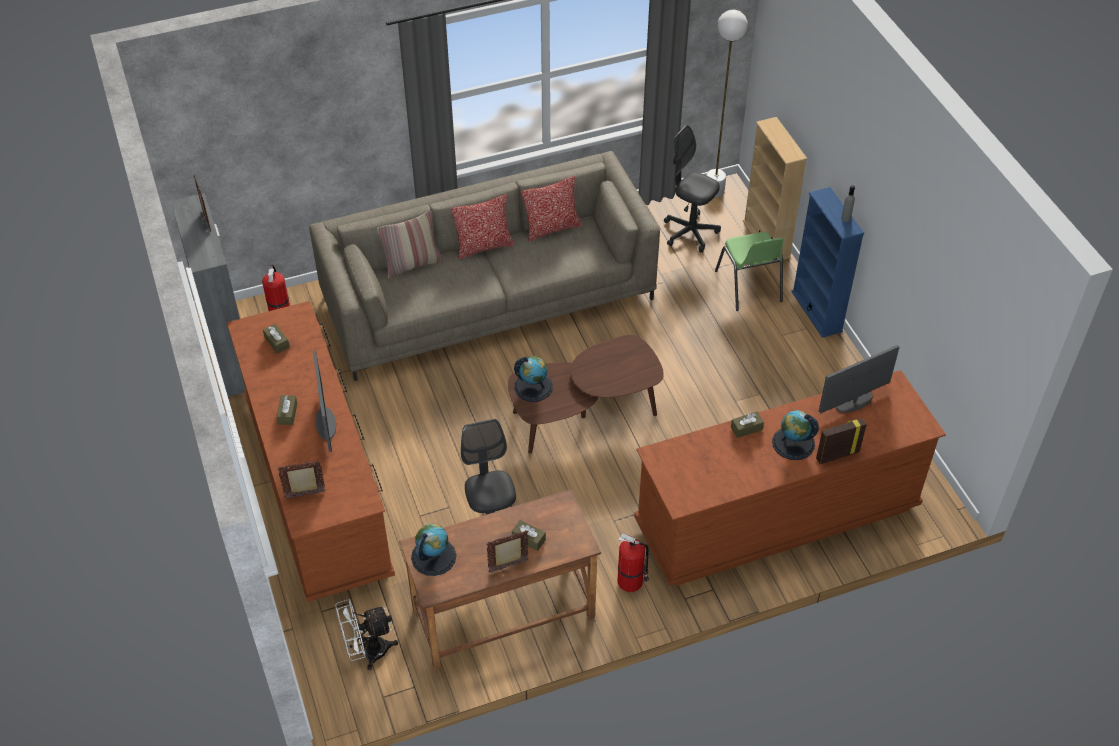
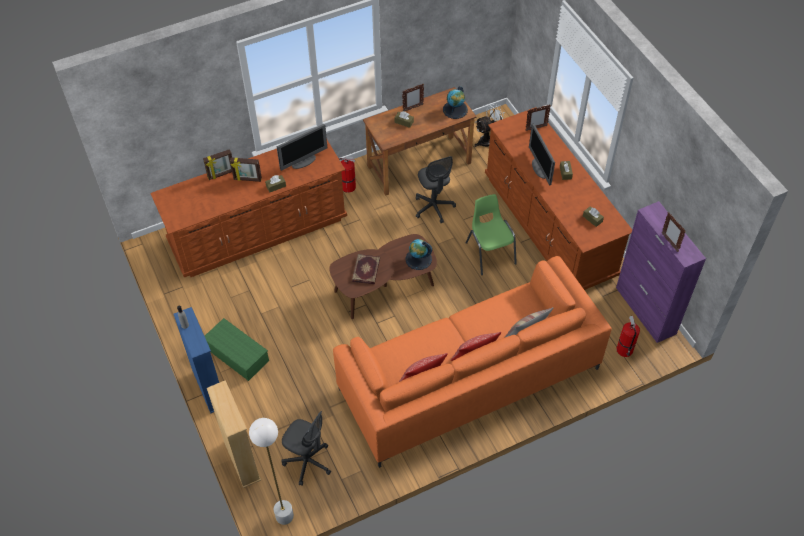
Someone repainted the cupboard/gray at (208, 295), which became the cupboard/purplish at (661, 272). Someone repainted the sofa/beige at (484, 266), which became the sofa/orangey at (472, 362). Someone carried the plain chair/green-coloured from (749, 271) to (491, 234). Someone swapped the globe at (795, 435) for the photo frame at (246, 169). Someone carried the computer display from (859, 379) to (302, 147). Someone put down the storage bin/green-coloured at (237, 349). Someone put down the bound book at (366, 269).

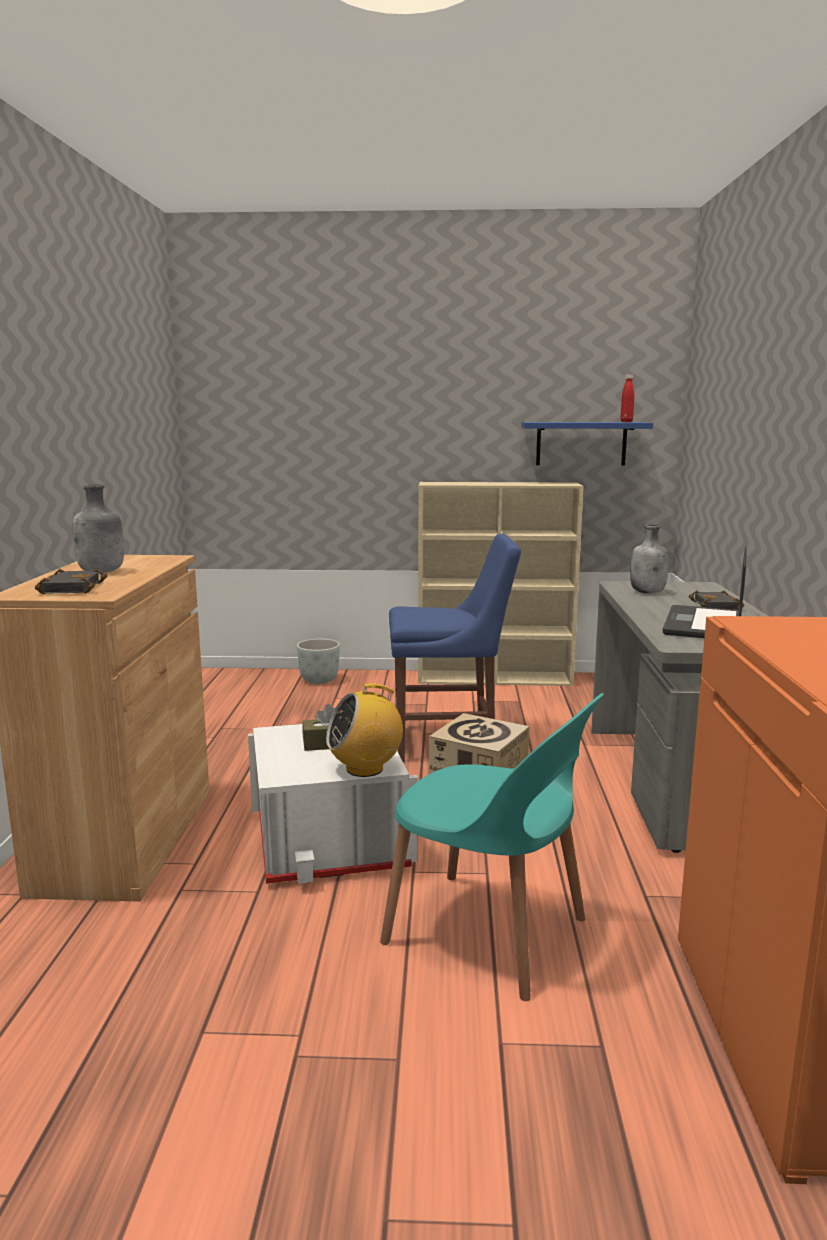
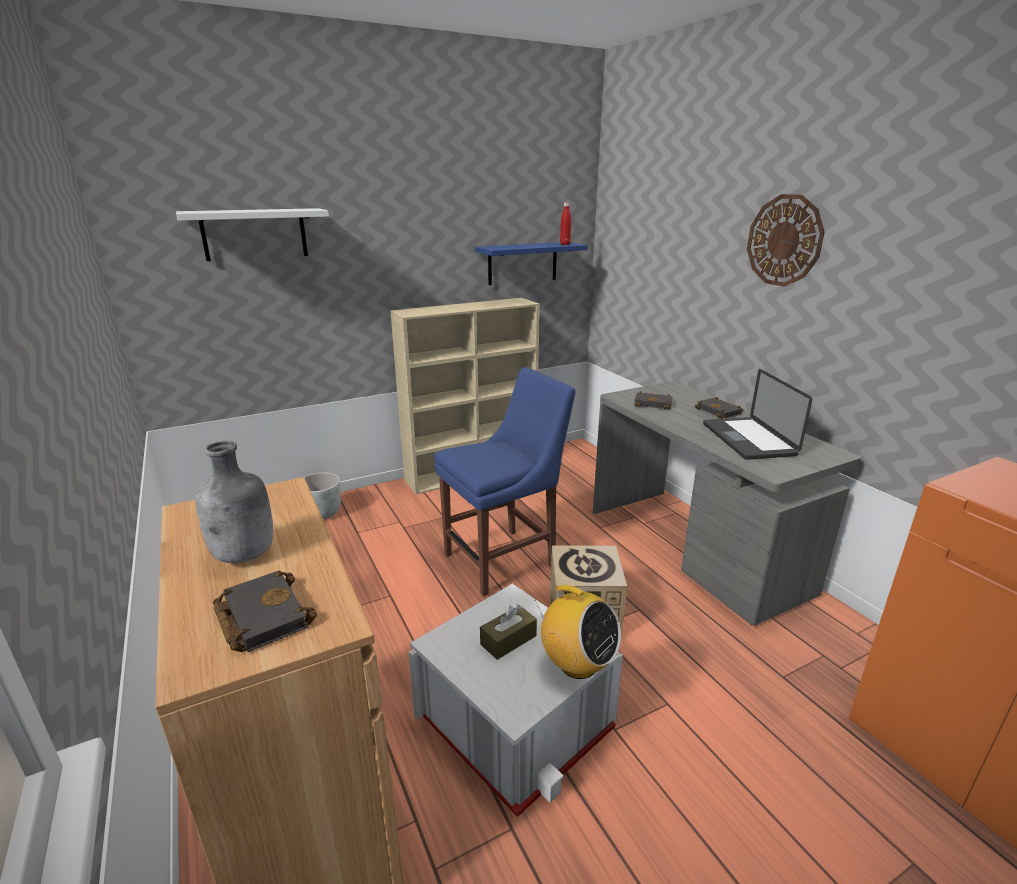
Someone rotated the radio receiver at (364, 730) by 90 degrees counterclockwise. Someone took away the plain chair/blue-green at (492, 847). Someone swapped the drink bottle/gray at (649, 559) for the bound book/blackish at (653, 400). Someone put up the shelf/white at (252, 234). Someone put up the hanging clock at (786, 240).

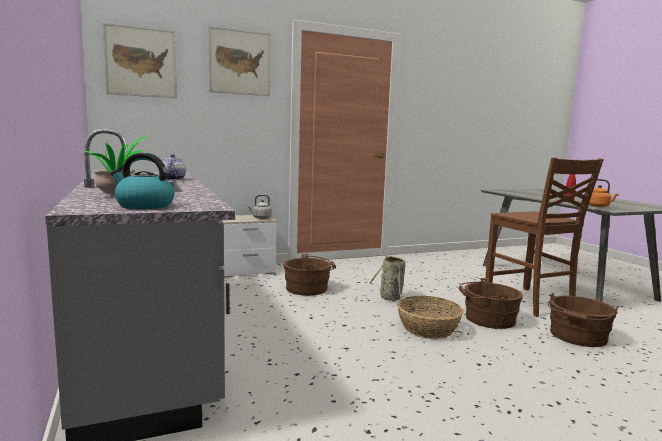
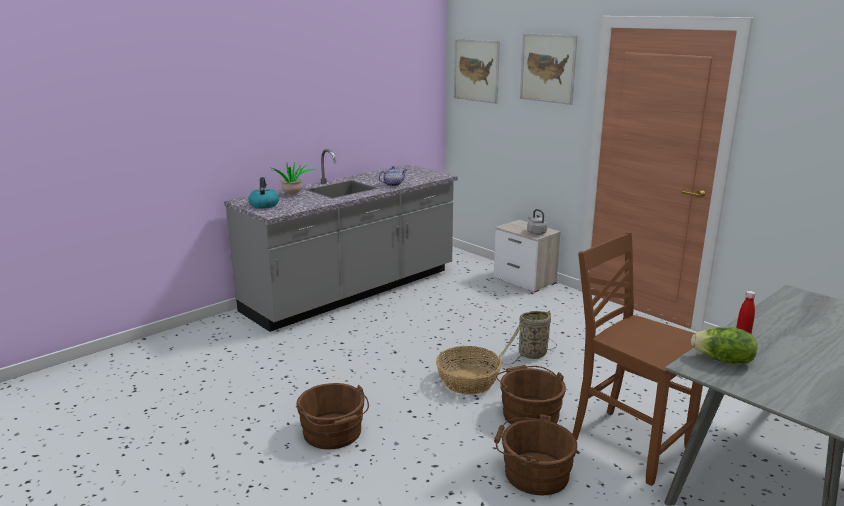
Someone carried the pail/brown from (310, 275) to (332, 416). Someone rotated the plain chair/brown at (544, 237) by 90 degrees clockwise. Someone swapped the water kettle/orangey at (604, 193) for the lettuce head at (724, 345).

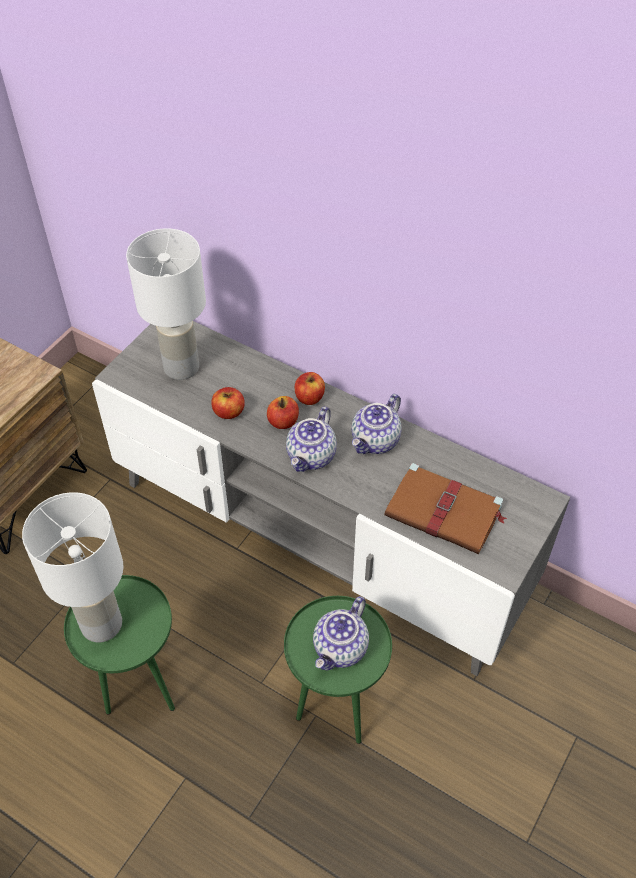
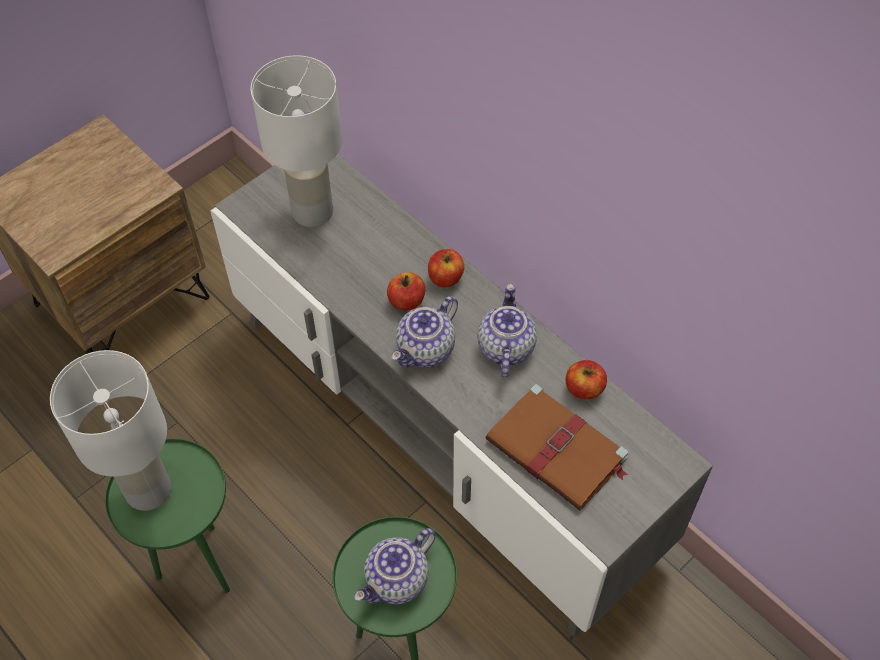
Someone carried the whole apple from (228, 403) to (586, 379). Someone rotated the tea pot at (376, 424) by 135 degrees clockwise.

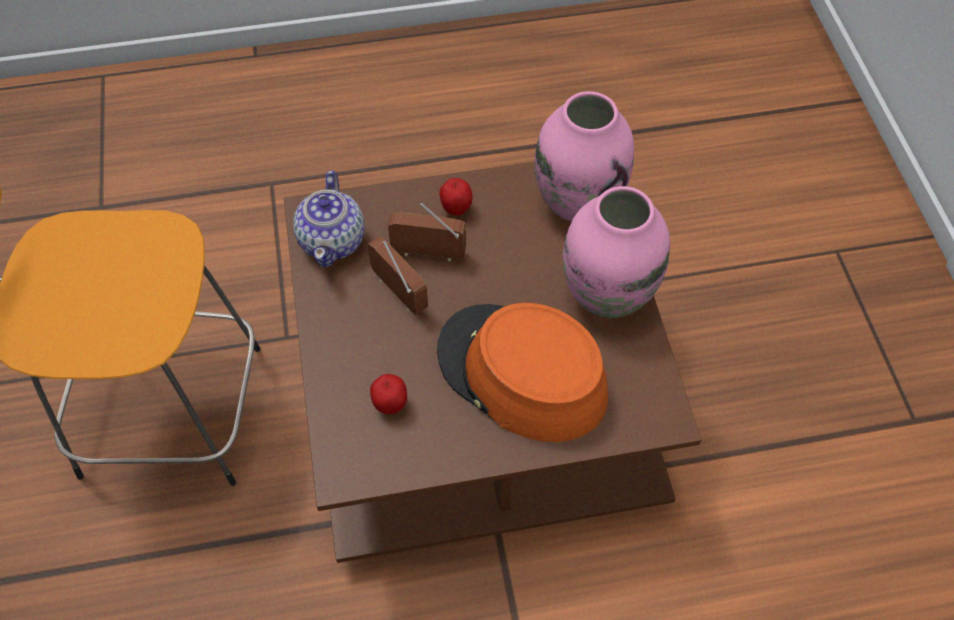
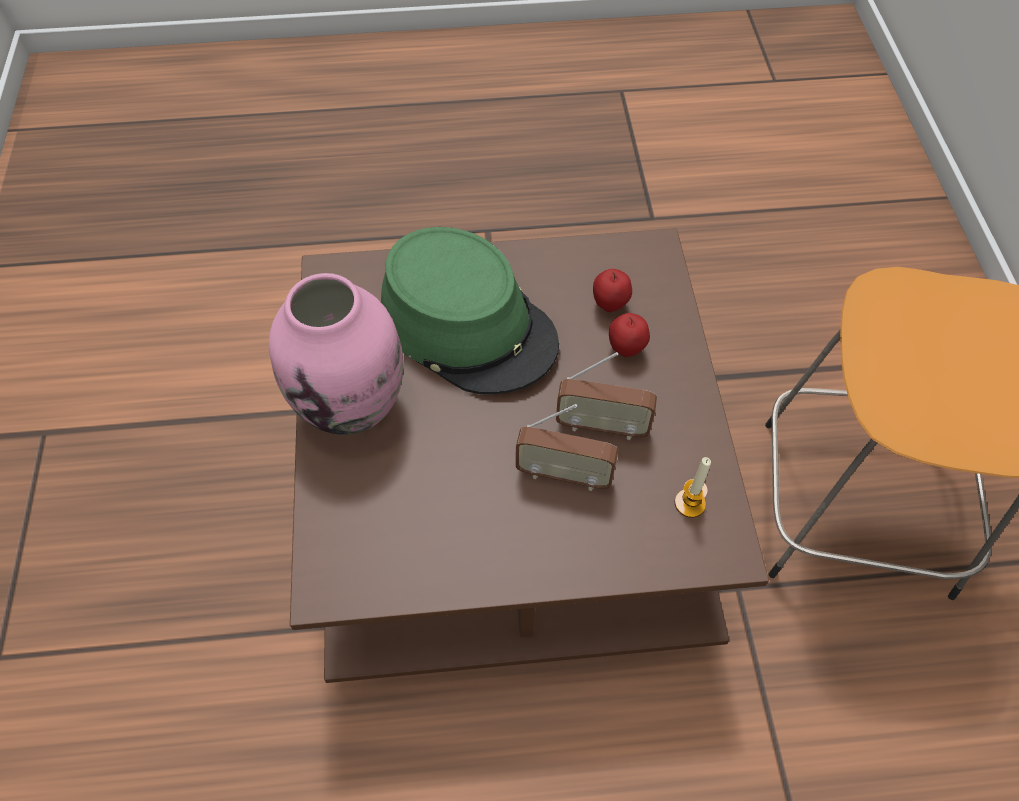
Someone swapped the tea pot at (329, 219) for the wax candle at (693, 487). Someone rotated the radio receiver at (397, 275) by 45 degrees counterclockwise. Someone repainted the wearable hat/orangey at (522, 372), which became the wearable hat/green-coloured at (470, 310). Someone carried the whole apple from (455, 197) to (629, 335). Someone took away the decorative vase/pink at (584, 156).

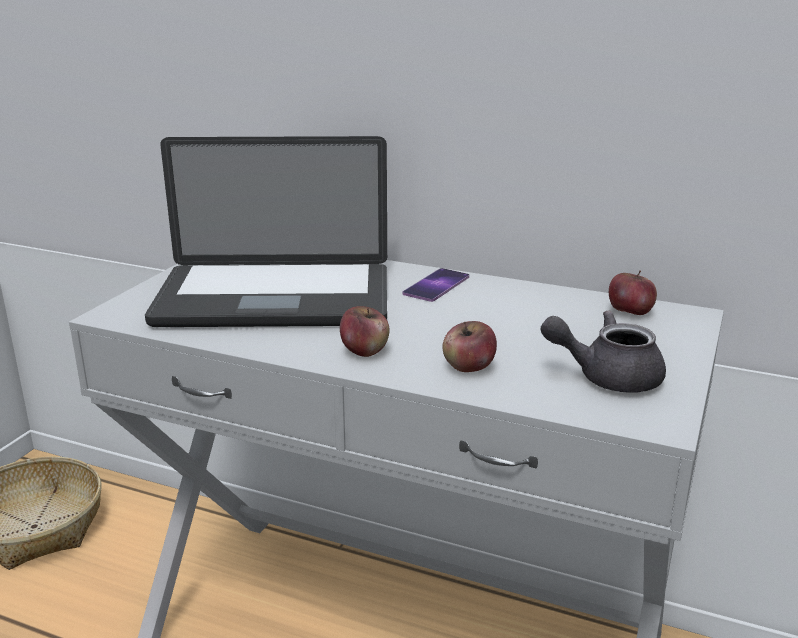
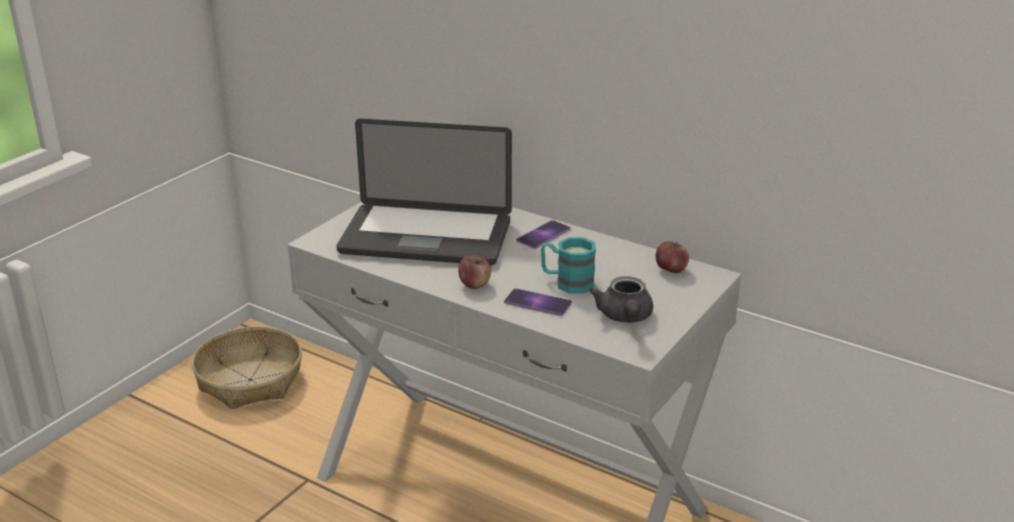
Someone swapped the whole apple at (470, 346) for the phone at (538, 302). Someone rotated the tea pot/gray at (603, 351) by 105 degrees counterclockwise. Someone put down the tea mug/blue-green at (568, 265).

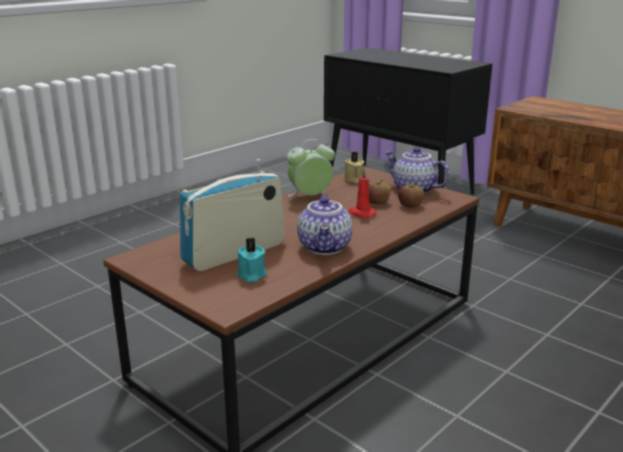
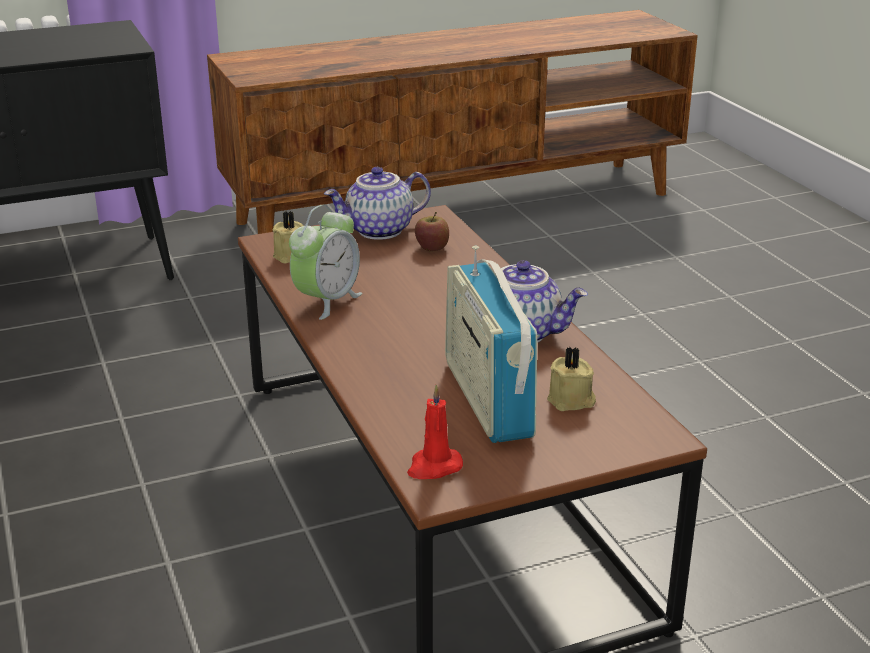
Someone repainted the wax candle/blue-green at (252, 260), which became the wax candle/beige at (571, 378). Someone rotated the table clock at (311, 168) by 150 degrees counterclockwise. Someone carried the wax candle/reddish from (362, 193) to (435, 432). Someone took away the whole apple at (380, 192).

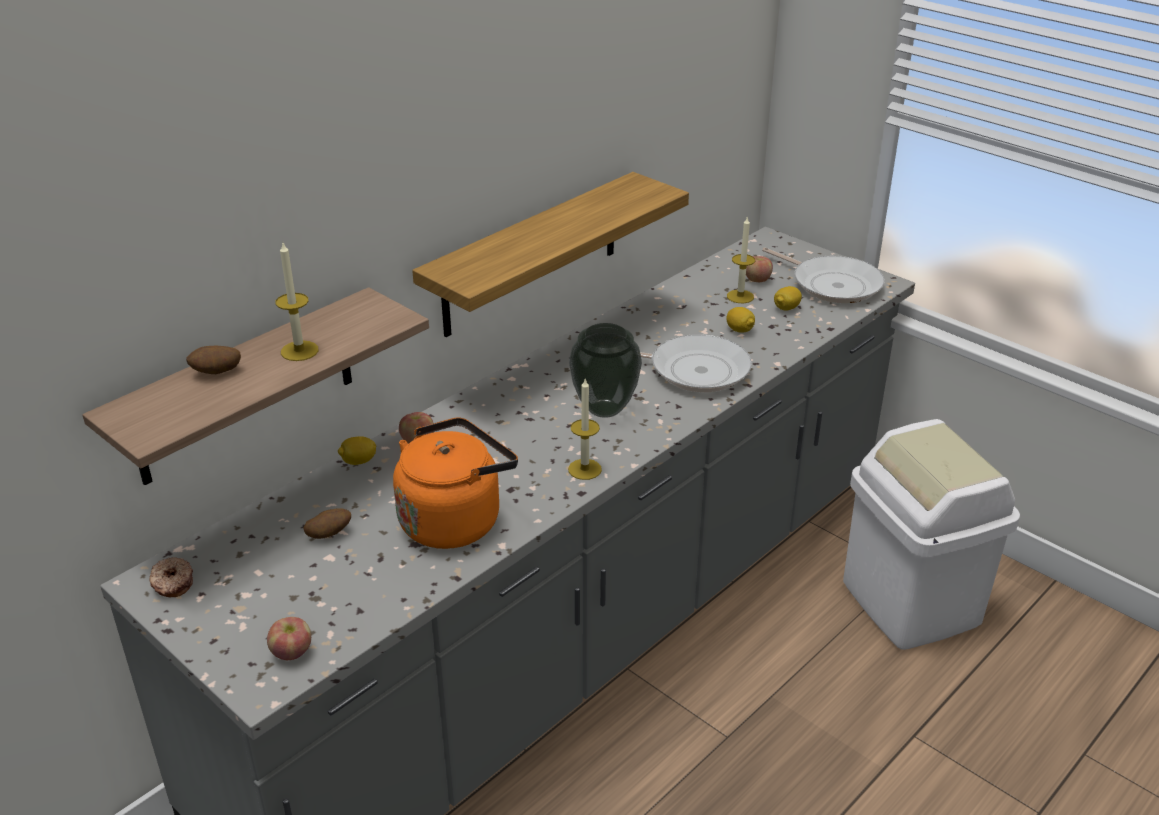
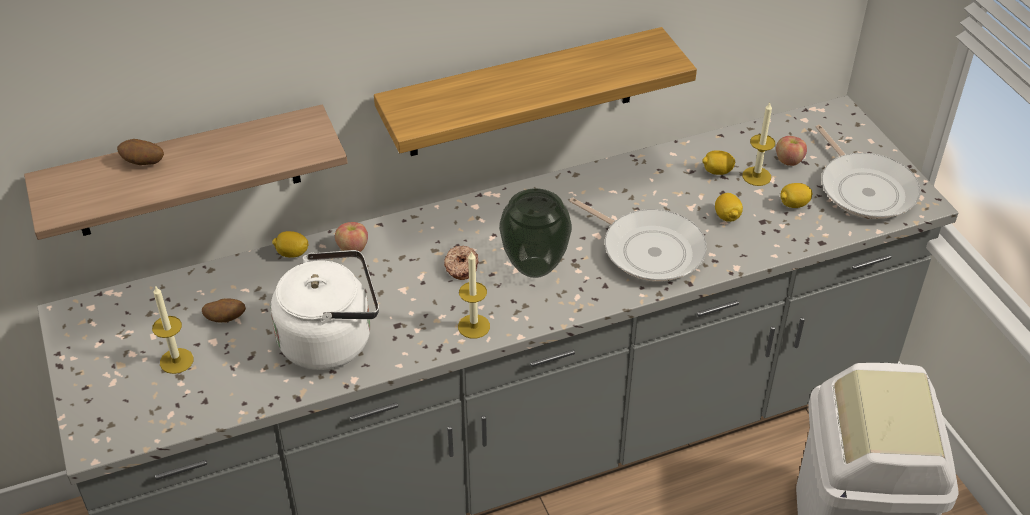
Someone carried the ring doughnut from (171, 577) to (461, 263). Someone took away the whole apple at (289, 638). Someone carried the wax candle from (297, 302) to (172, 329). Someone repainted the water kettle/orangey at (455, 483), which became the water kettle/white at (325, 310). Someone put down the citrus fruit at (719, 162).

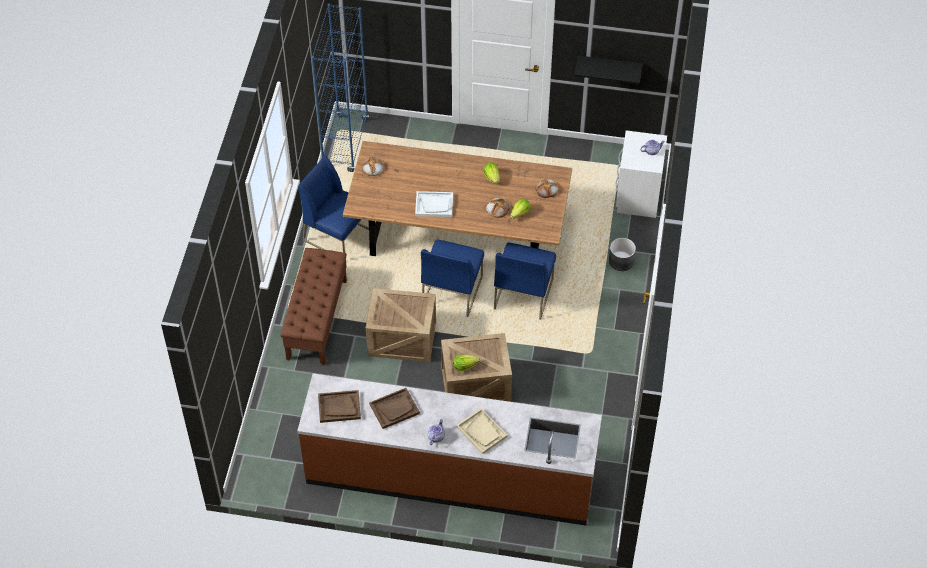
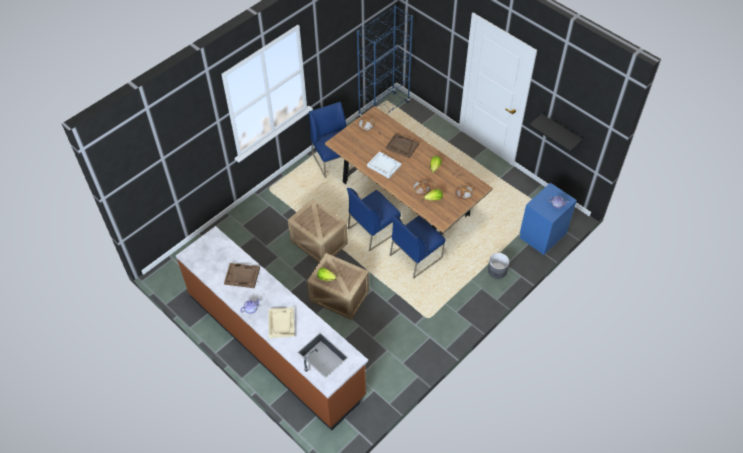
Someone took away the indoor bench/brown at (314, 306). Someone carried the tray/brown from (339, 406) to (402, 145). Someone repainted the night table/white at (641, 174), which became the night table/blue at (548, 219).

